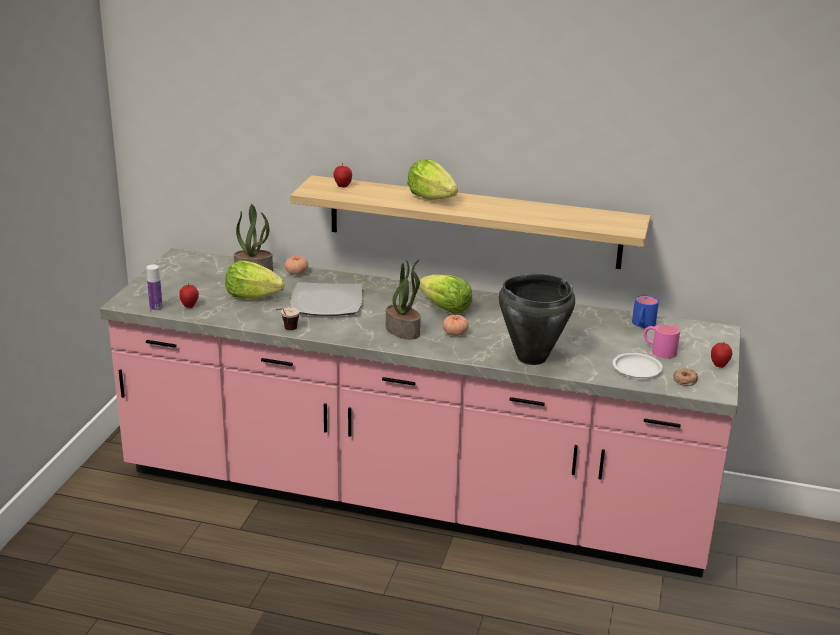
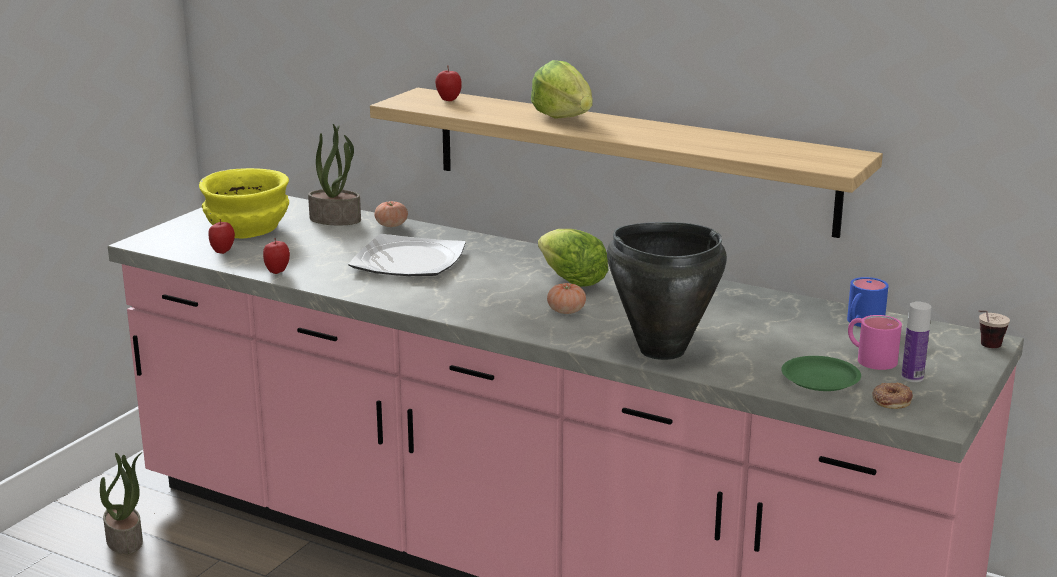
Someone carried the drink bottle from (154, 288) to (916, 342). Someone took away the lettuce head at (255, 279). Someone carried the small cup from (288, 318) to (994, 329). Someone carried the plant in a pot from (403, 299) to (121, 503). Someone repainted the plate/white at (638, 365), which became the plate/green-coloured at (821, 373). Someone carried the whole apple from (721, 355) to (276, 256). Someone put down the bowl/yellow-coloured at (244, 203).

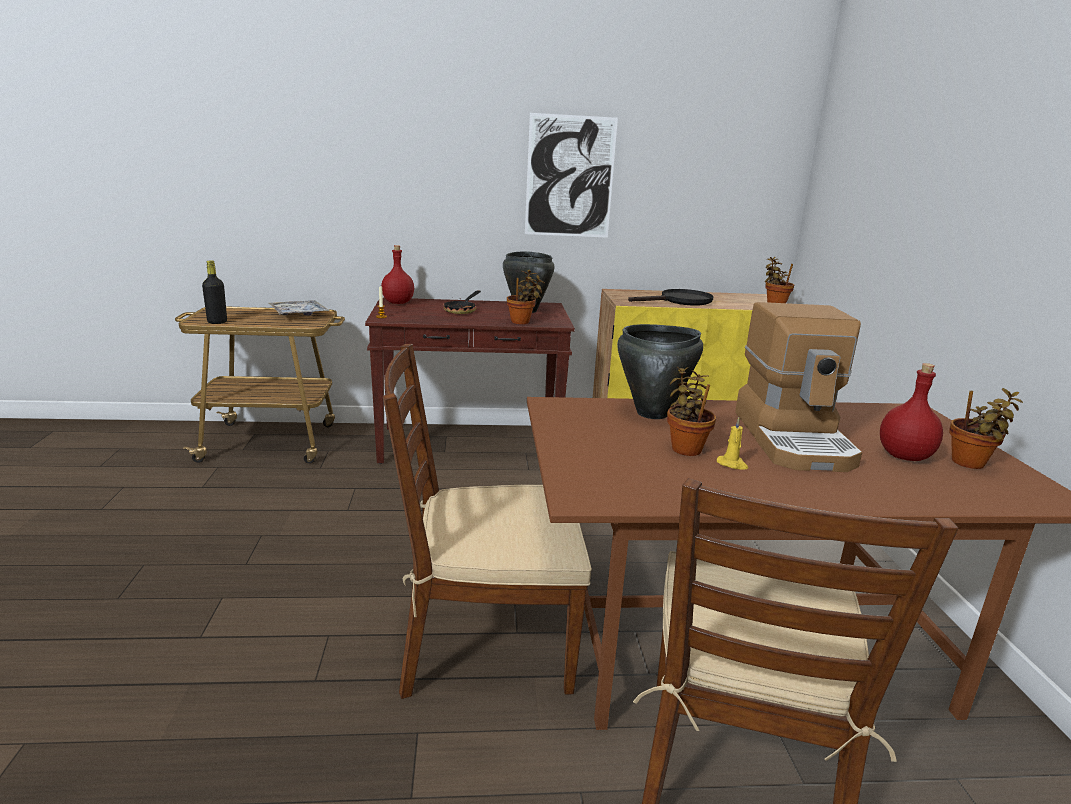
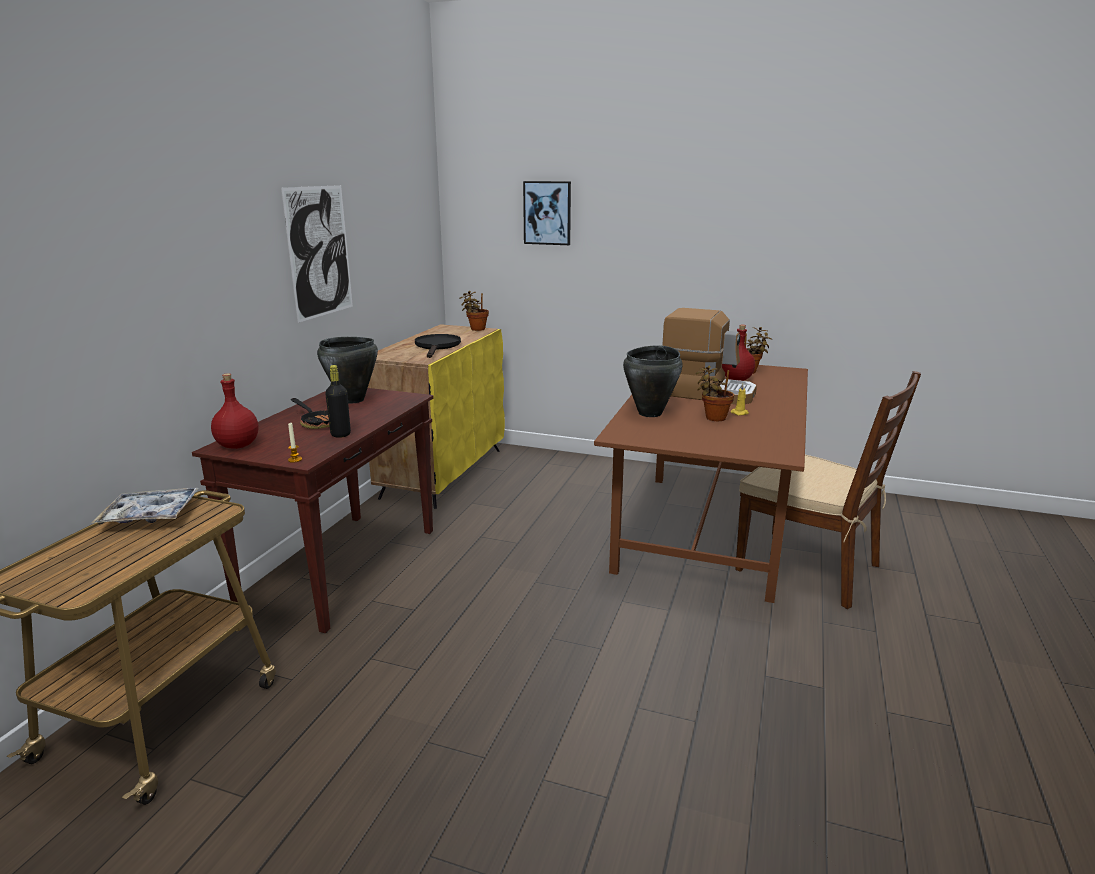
Someone carried the drink bottle/blackish from (214, 292) to (338, 401). Someone took away the plain chair/brown at (487, 521). Someone took away the plant in a pot at (526, 297). Someone put up the wall picture at (547, 213).

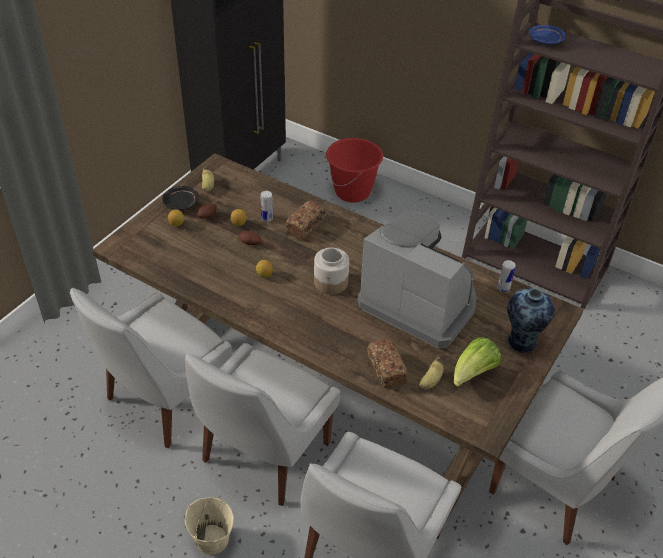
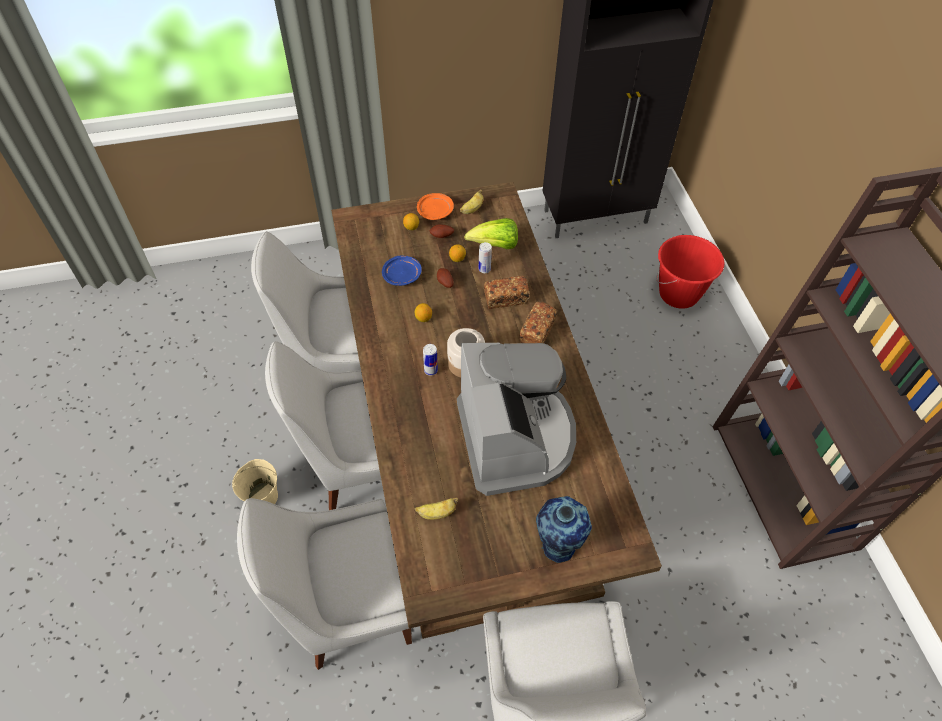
Someone repainted the plate/blackish at (180, 198), which became the plate/orangey at (435, 206). Someone carried the bread from (387, 363) to (538, 322). Someone carried the lettuce head from (477, 362) to (491, 233). Someone carried the sealed can from (507, 276) to (430, 360). Someone carried the plate/blue from (547, 35) to (402, 271).

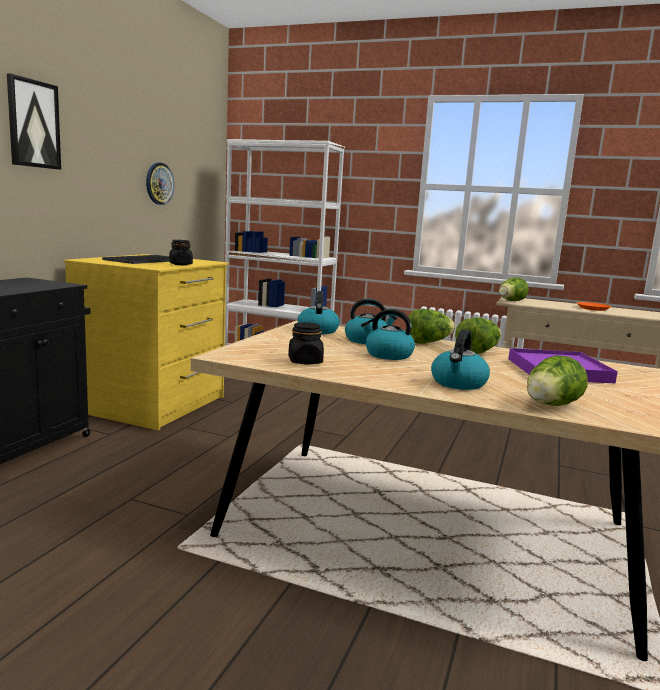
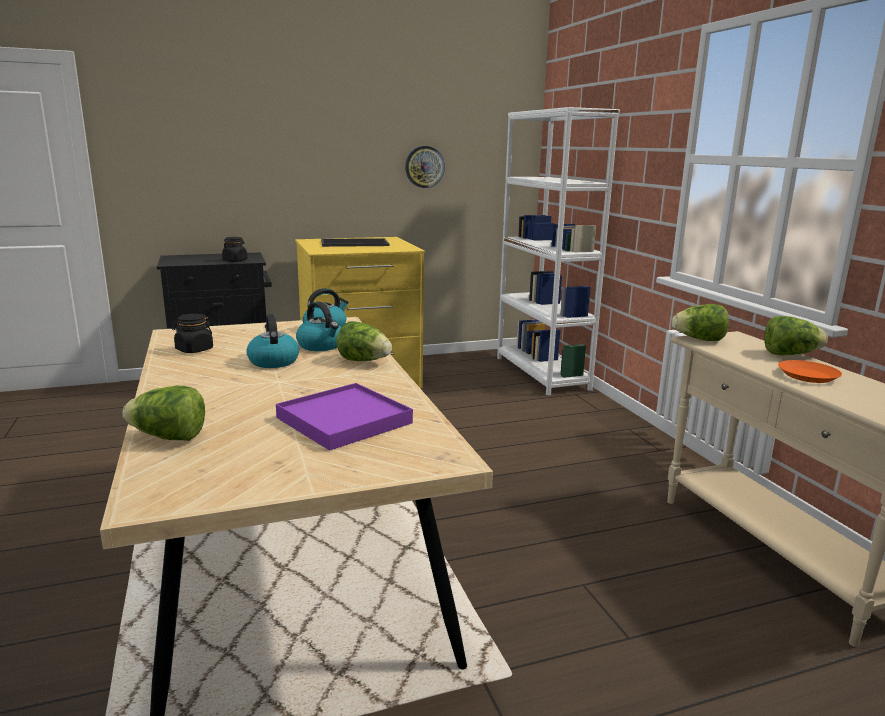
Someone took away the wall picture at (34, 121). Someone carried the preserve jar/blackish from (181, 252) to (234, 249). Someone took away the water kettle at (460, 359). Someone carried the lettuce head from (478, 335) to (796, 336).

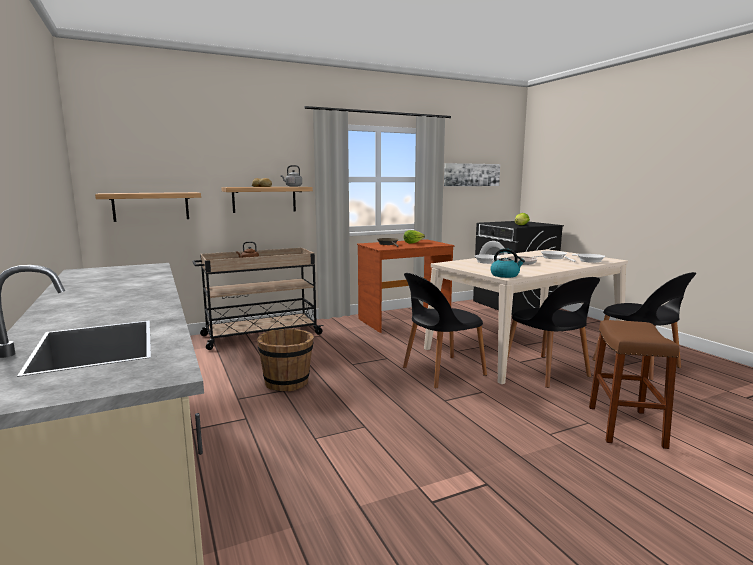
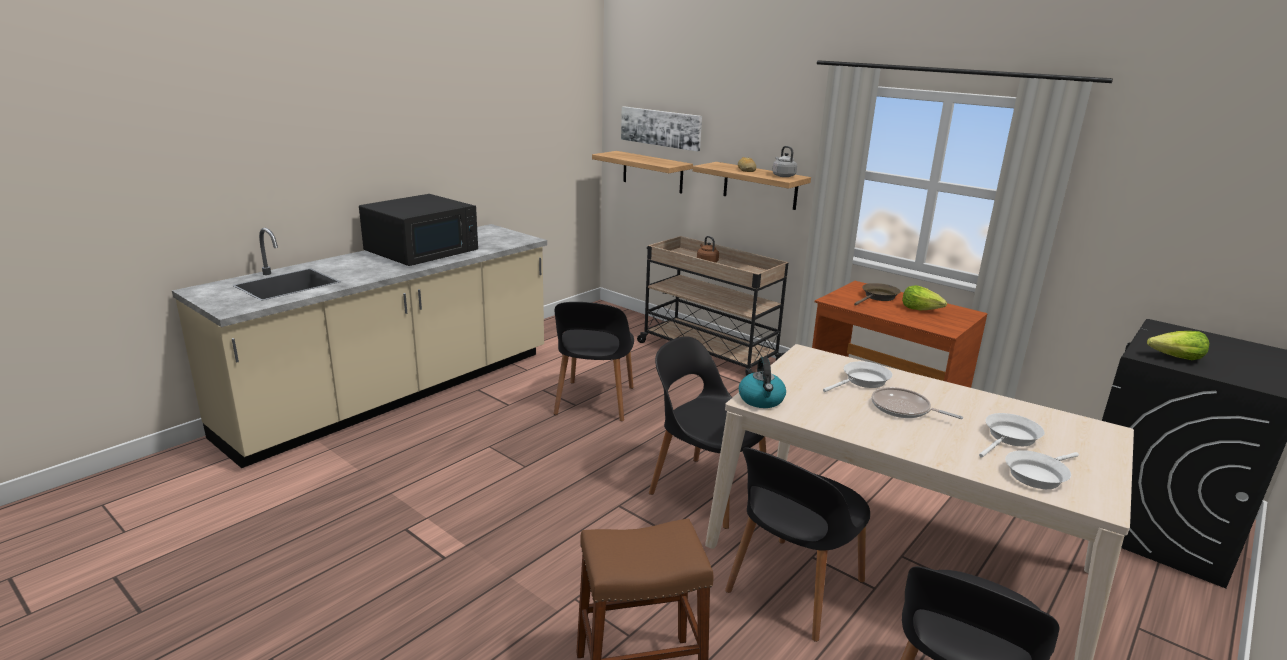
Someone swapped the pail/brown at (285, 360) for the plain chair/blackish at (594, 361). Someone carried the wall picture from (472, 174) to (661, 129). Someone put down the microwave/blackish at (418, 230).

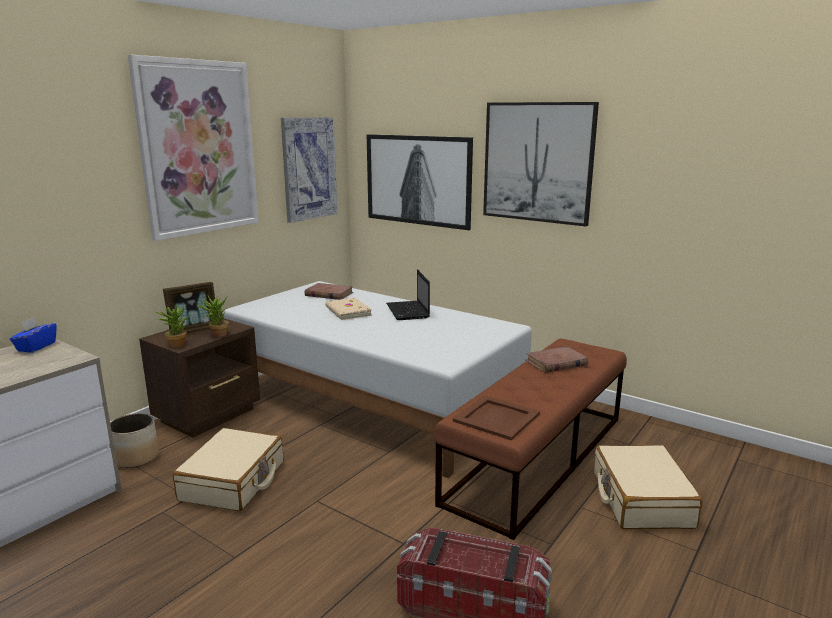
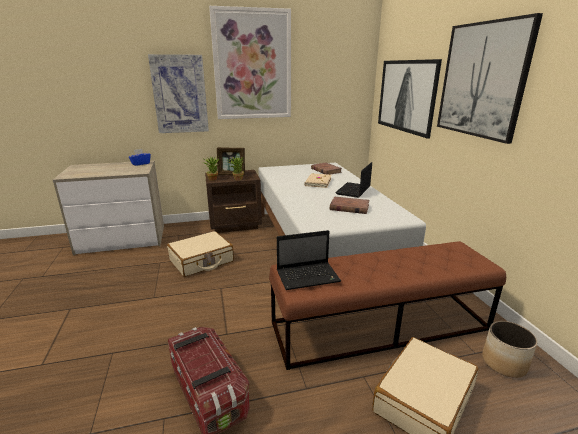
Someone carried the planter from (134, 440) to (509, 349). Someone carried the wall picture from (309, 170) to (178, 93). Someone swapped the tray/brown at (496, 417) for the laptop at (309, 260). Someone carried the bound book/brown from (556, 359) to (349, 205).

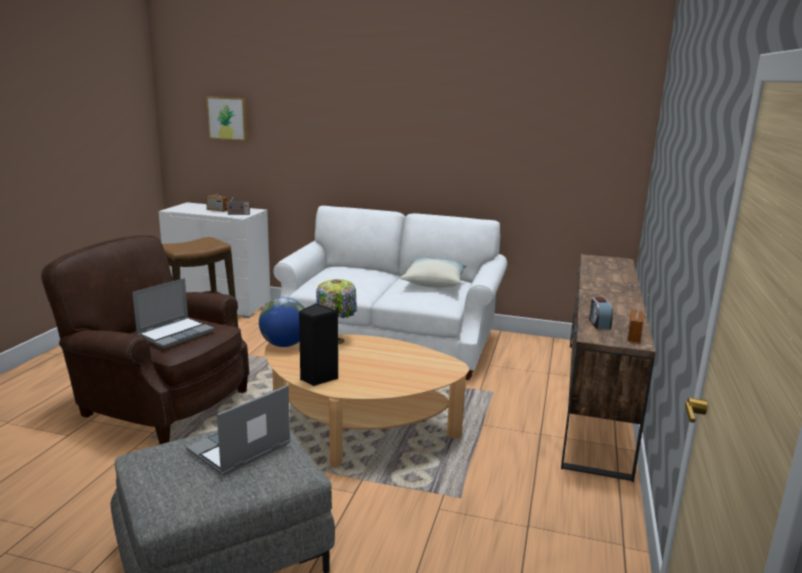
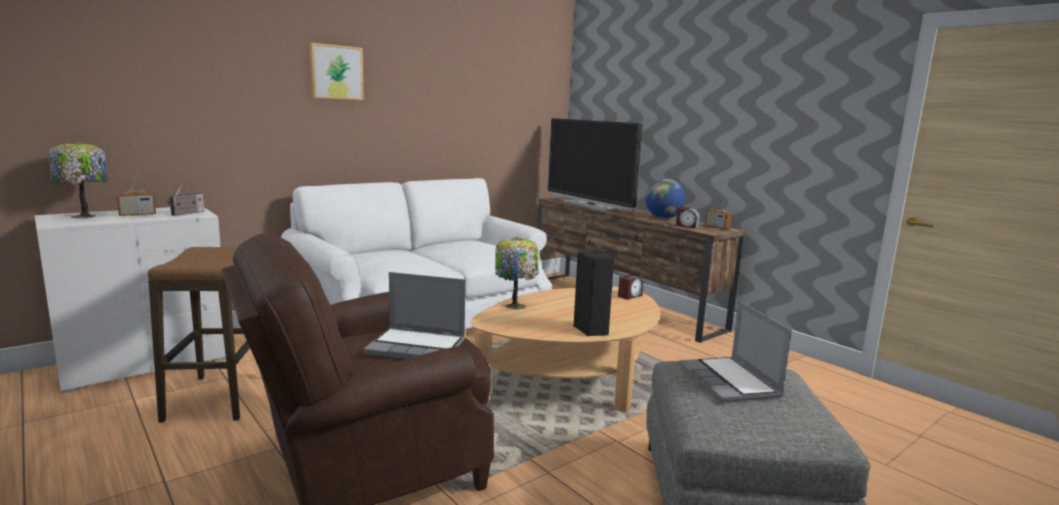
Someone rotated the laptop at (173, 313) by 120 degrees clockwise. Someone carried the wall picture from (227, 119) to (337, 71). Someone carried the globe from (282, 322) to (665, 198). Someone took away the throw pillow at (433, 273). Someone put down the table lamp at (78, 179). Someone put down the TV set at (595, 165). Someone put down the table clock at (630, 286).

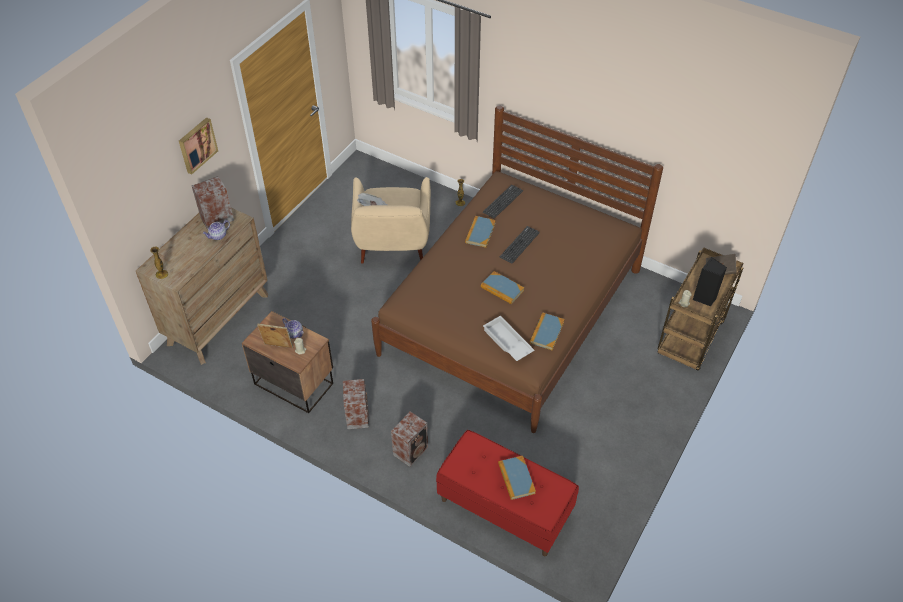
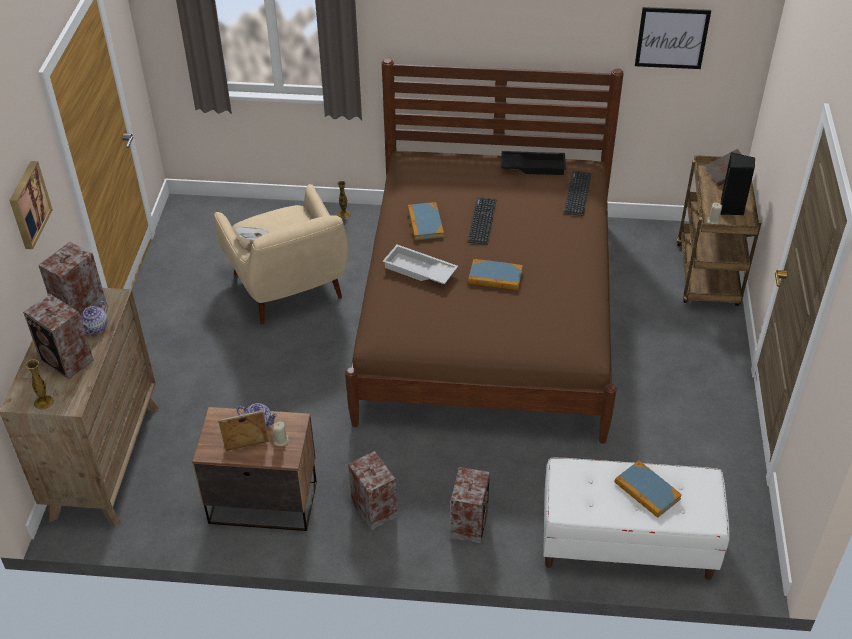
Someone repainted the indoor bench/reddish at (507, 493), which became the indoor bench/white at (636, 519). Someone carried the computer keyboard from (503, 202) to (577, 193). Someone carried the tray/white from (509, 338) to (420, 264). Someone took away the bound book at (547, 332). Someone put down the speaker at (58, 336). Someone put down the tray/blackish at (533, 163). Someone put up the wall picture at (673, 38).

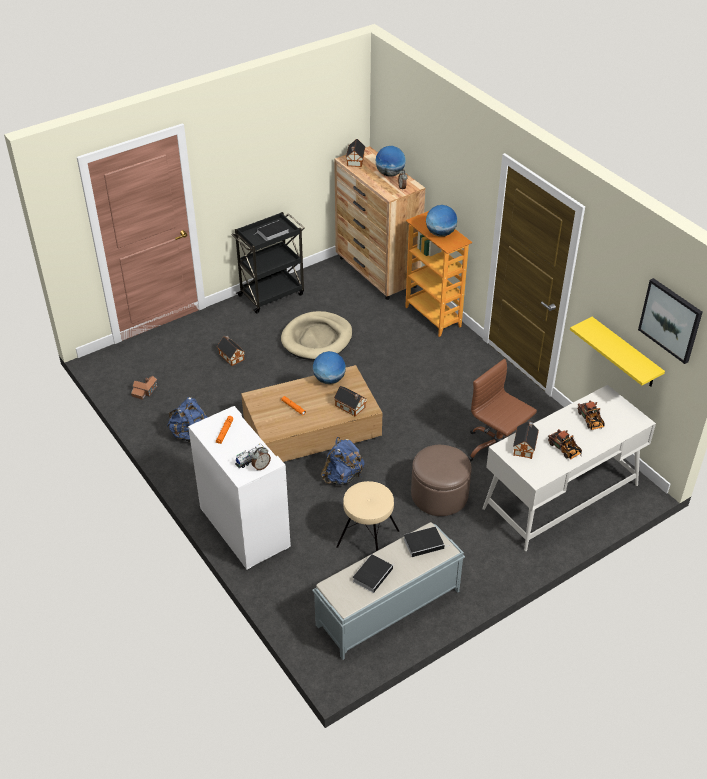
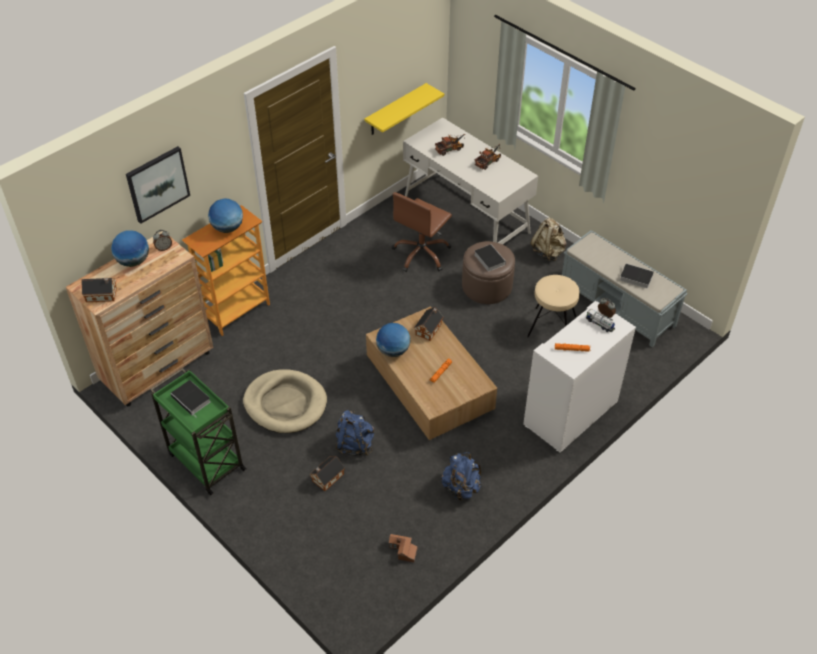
Someone repainted the trolley/blackish at (268, 263), which became the trolley/green-coloured at (198, 431). Someone carried the knapsack/blue from (343, 461) to (355, 433). Someone carried the bound book from (425, 542) to (490, 258). Someone took away the toy house at (526, 440). Someone carried the wall picture from (670, 321) to (158, 185). Someone put down the knapsack/beige at (549, 239).

